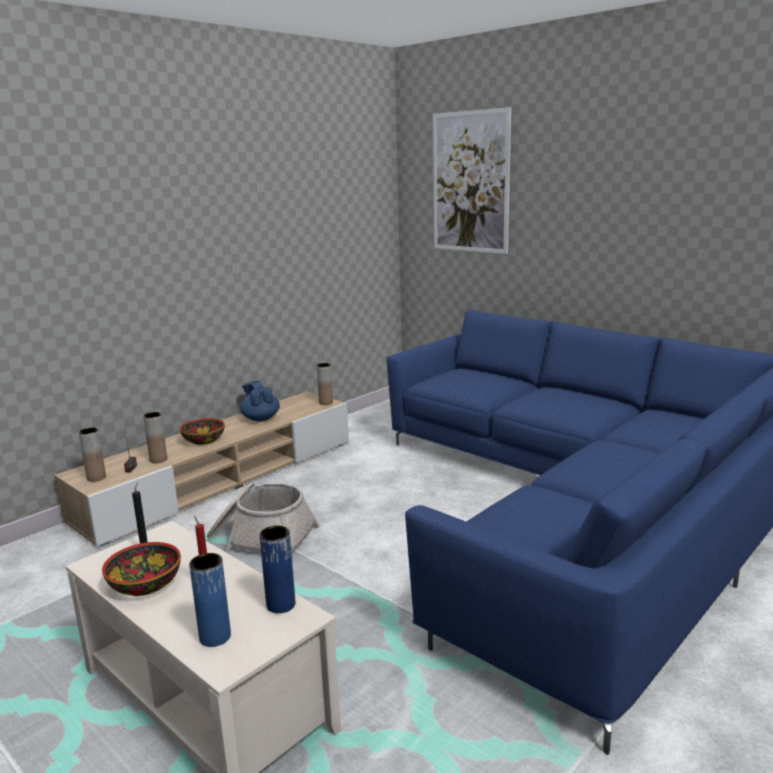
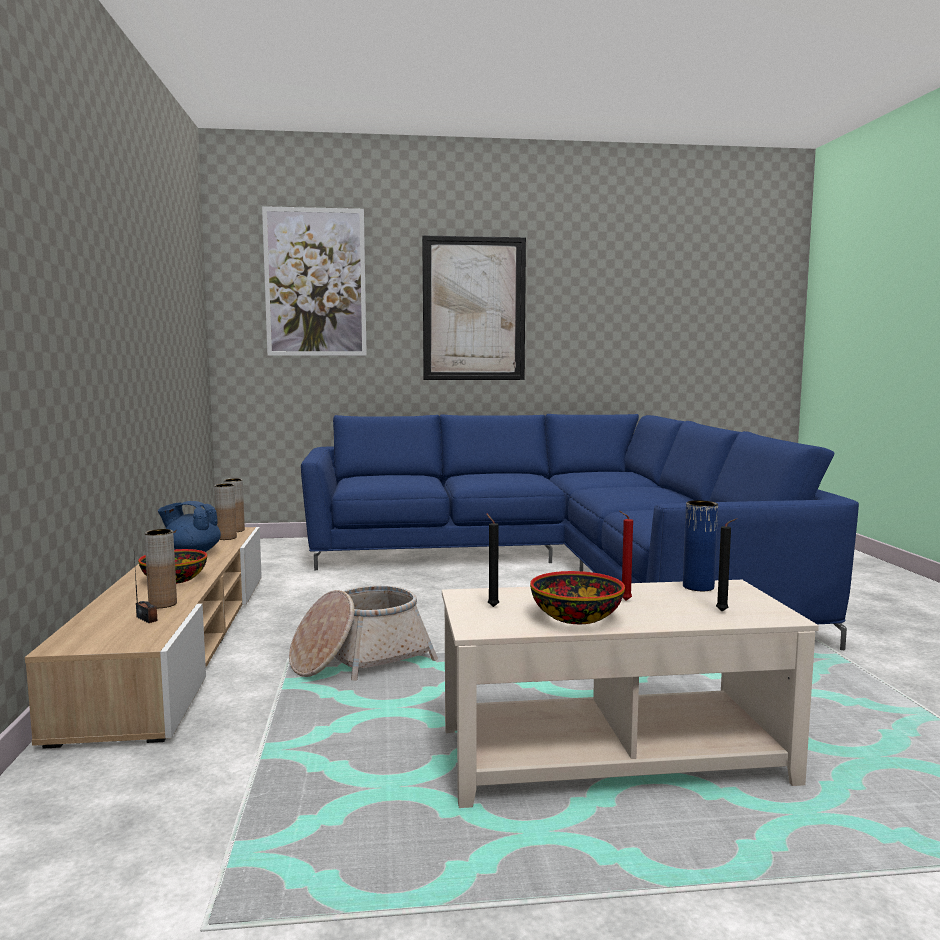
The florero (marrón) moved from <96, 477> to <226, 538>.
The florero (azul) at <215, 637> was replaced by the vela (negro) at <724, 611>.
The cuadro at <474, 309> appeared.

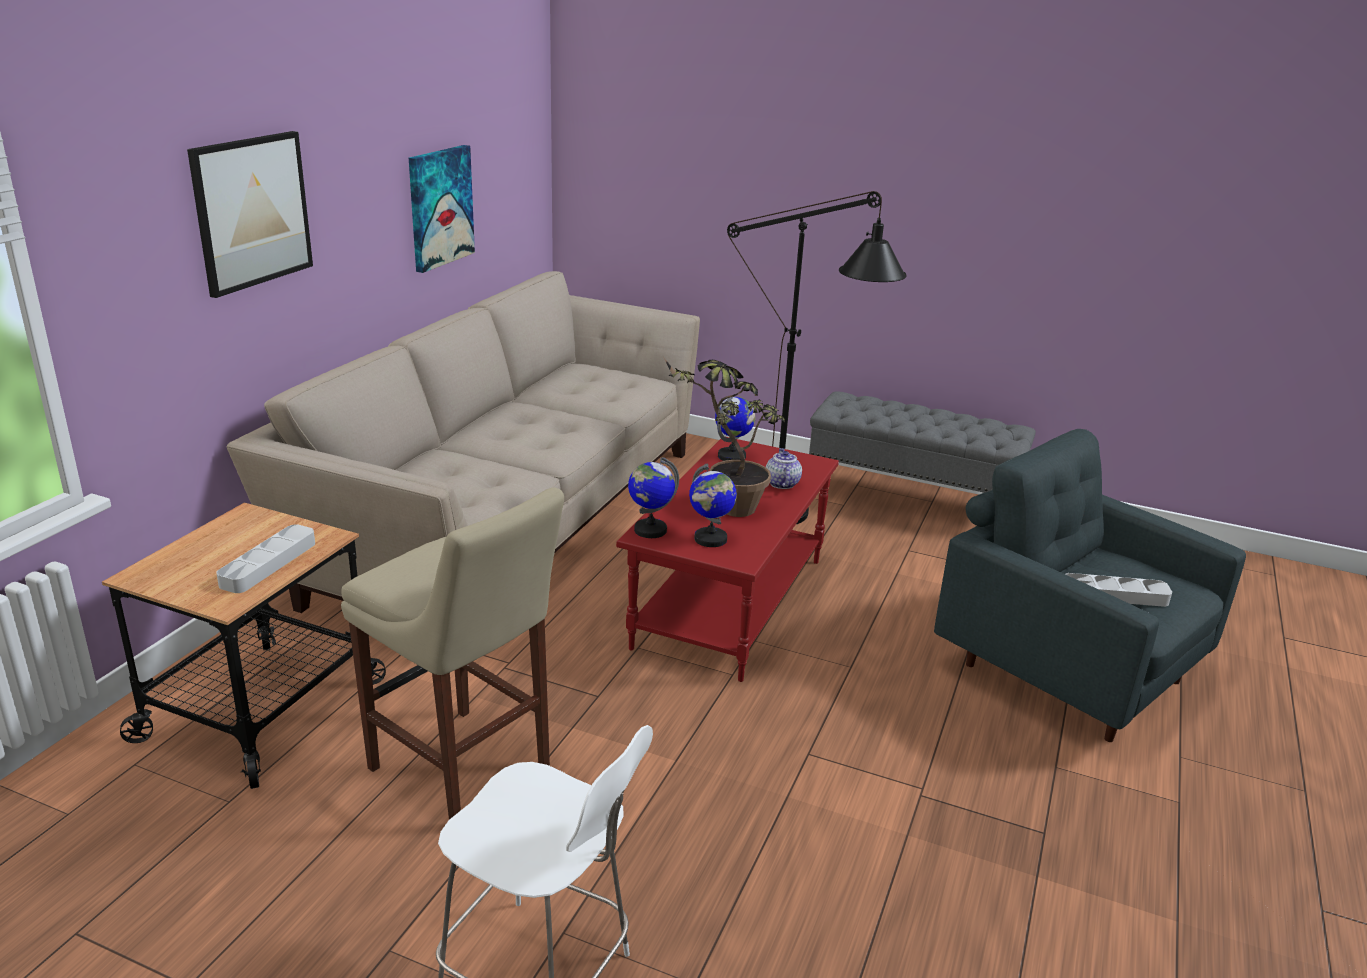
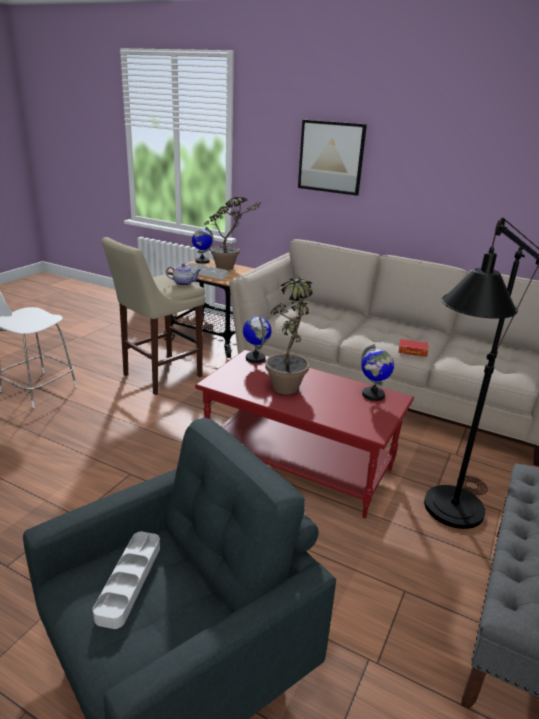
The cuadro at <440, 207> disappeared.
The globo terráqueo moved from <710, 539> to <202, 261>.
The tetera moved from <781, 483> to <184, 283>.
The planta en maceta at <230, 268> appeared.
The libro at <412, 351> appeared.

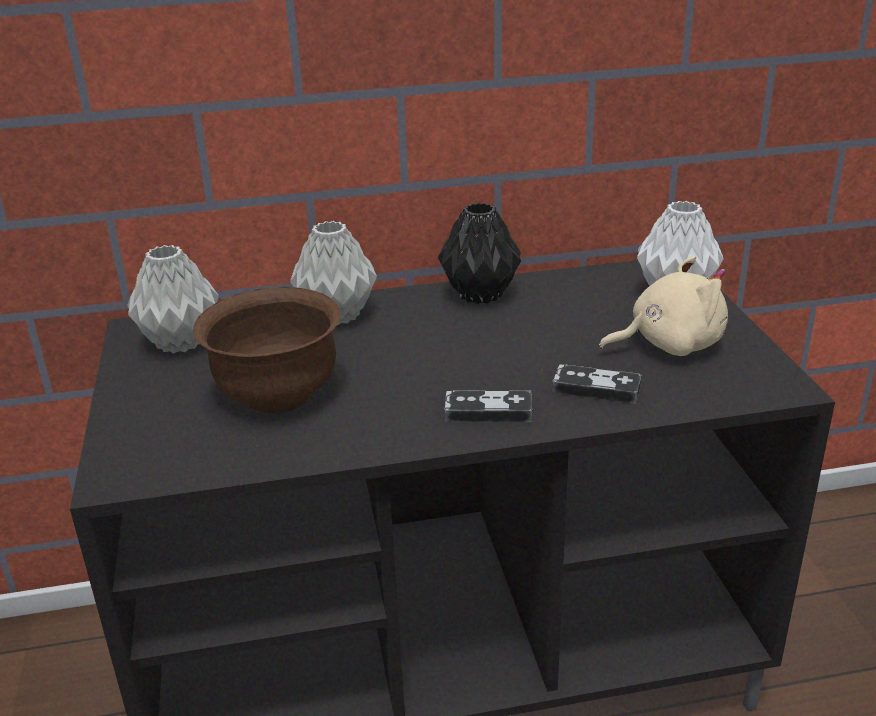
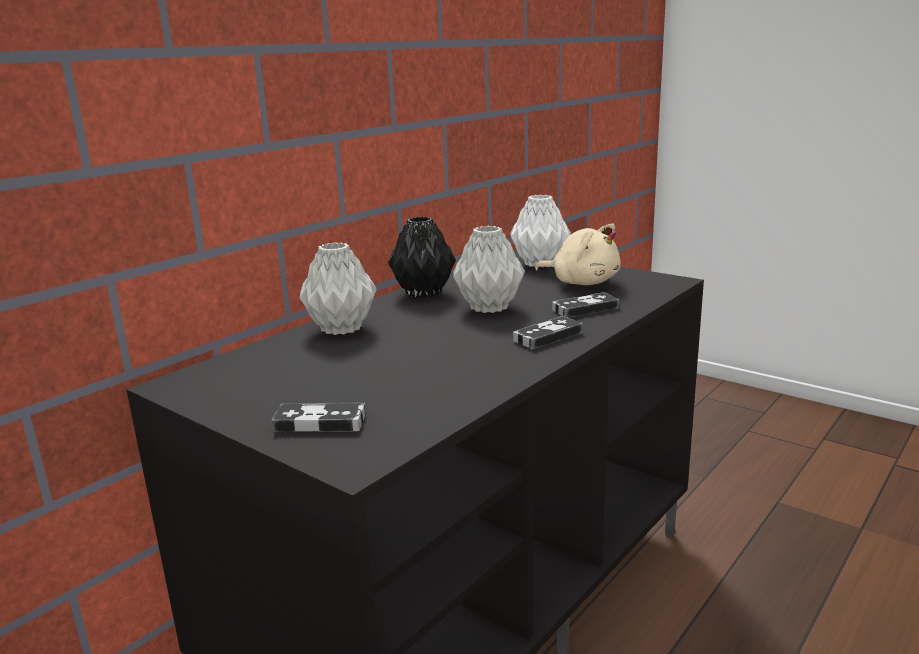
The florero (gris) moved from <179, 342> to <488, 307>.
The cuenco (marrón) at <277, 395> disappeared.
The peluche (beis) at <669, 344> turned 90 degrees clockwise.
The mando de consola at <320, 423> appeared.

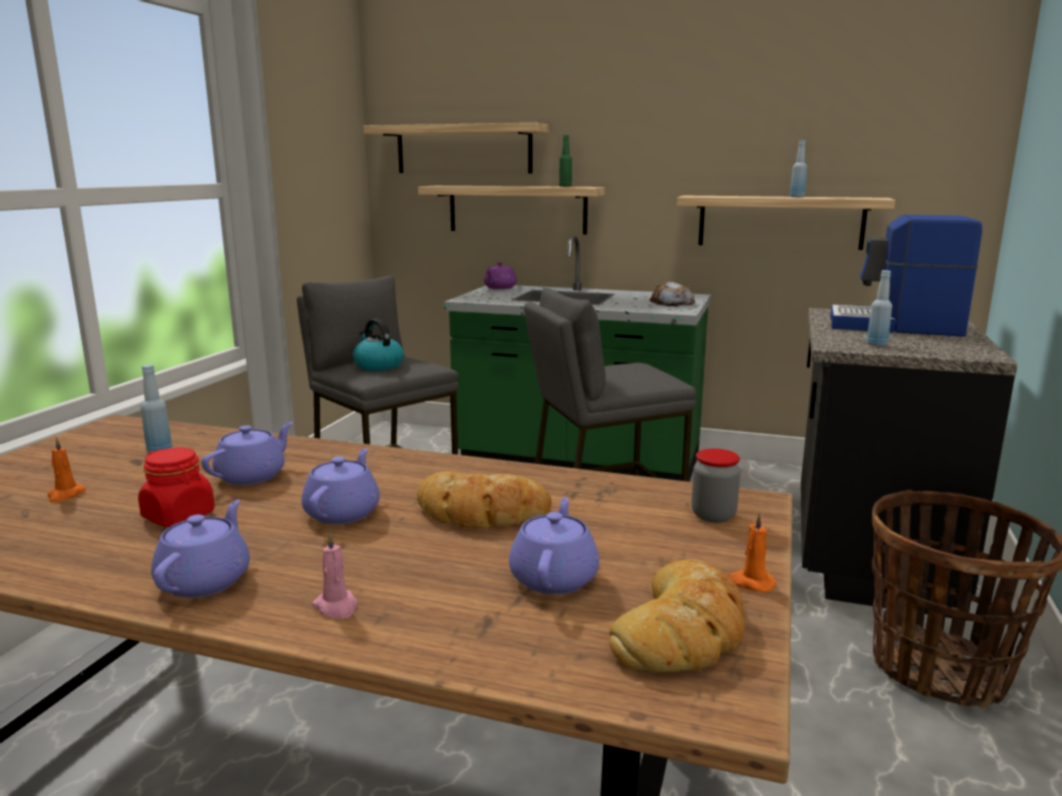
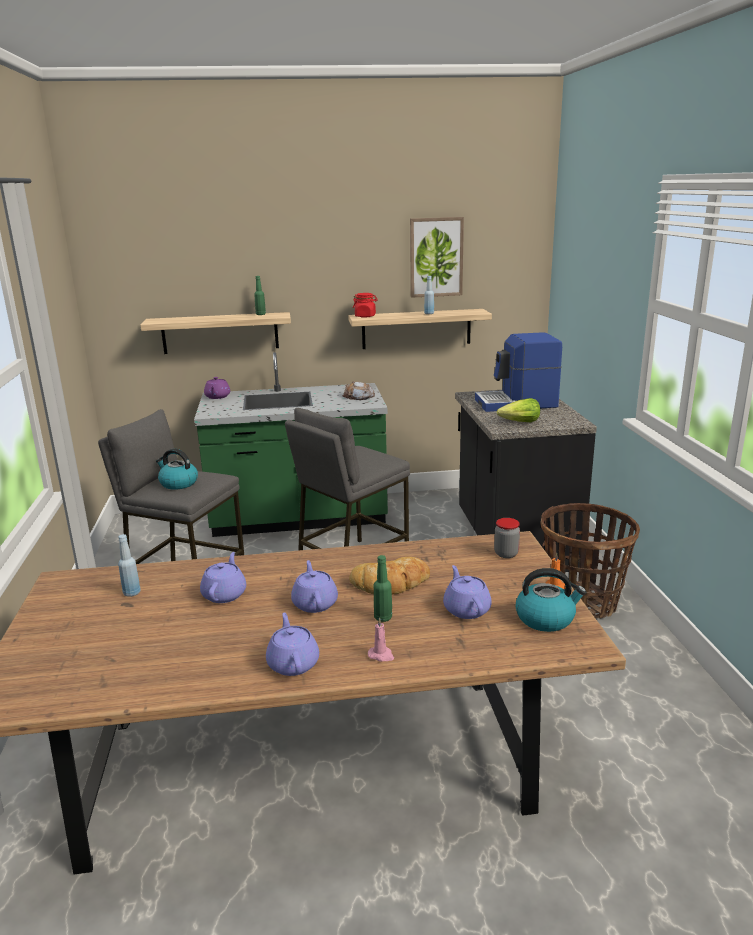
The vela (naranja) at <65, 495> disappeared.
The tarro (rojo) moved from <179, 516> to <365, 316>.
The estante at <463, 149> disappeared.
The pan at <684, 630> was replaced by the hervidor at <546, 618>.
The botella (azul) at <876, 344> was replaced by the lechuga at <520, 422>.
The botella (verde) at <383, 617> appeared.
The cuadro at <436, 257> appeared.

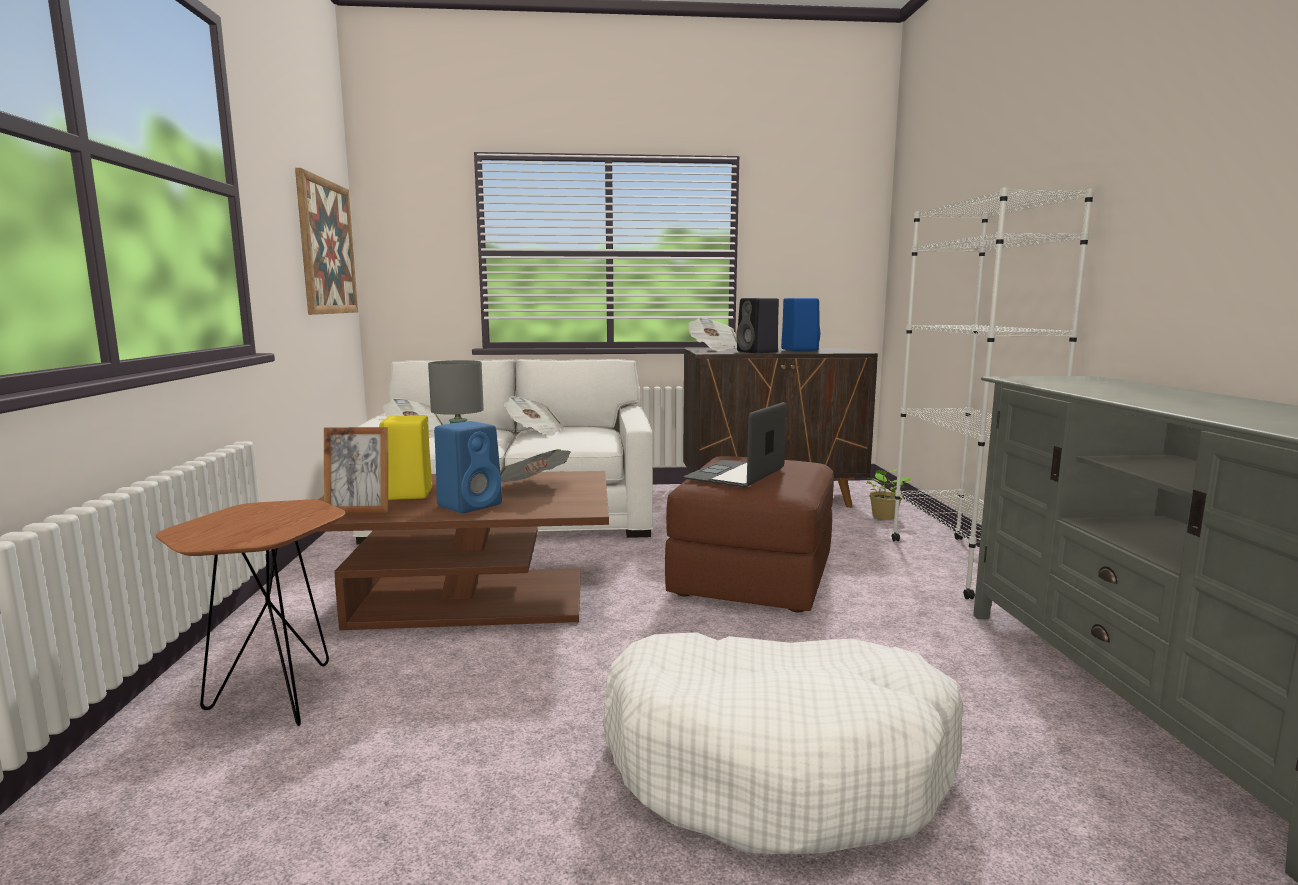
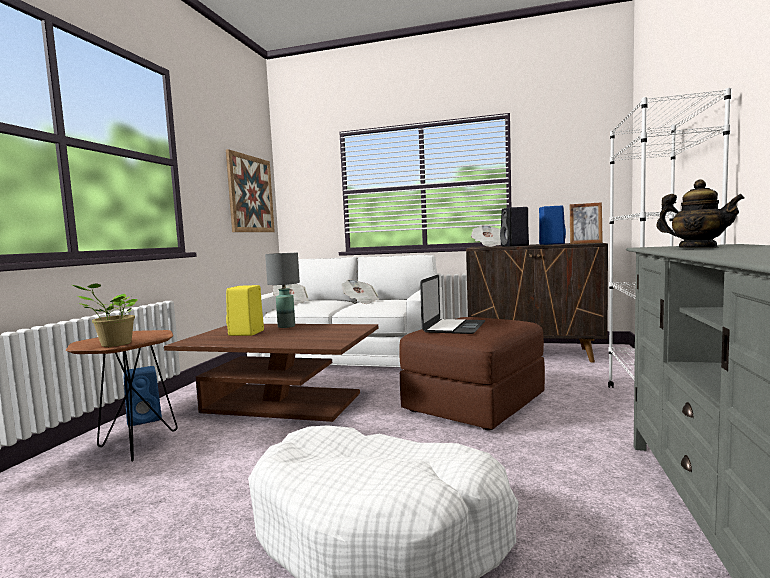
The portarretratos moved from <359, 510> to <585, 243>.
The altavoz (azul) moved from <471, 504> to <146, 419>.
The periódico at <532, 488> disappeared.
The portátil at <735, 474> turned 150 degrees clockwise.
The planta en maceta moved from <883, 517> to <113, 344>.
The tetera at <697, 248> appeared.

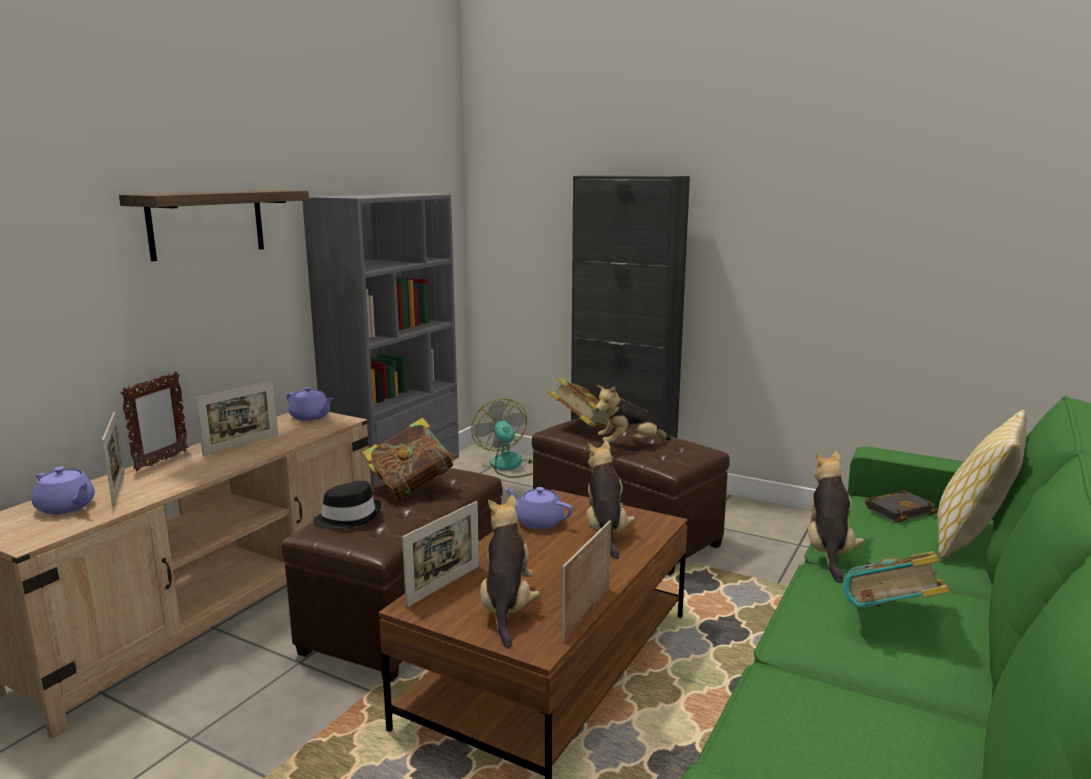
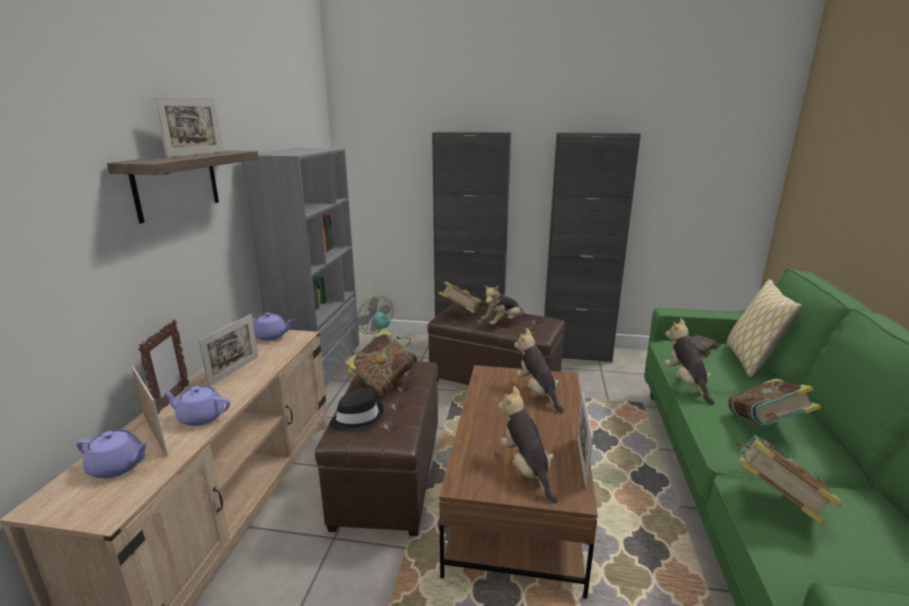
The portarretratos moved from <444, 585> to <196, 154>.
The tetera (morado) moved from <538, 522> to <200, 417>.
The armario (negro) at <575, 353> appeared.
The libro at <774, 502> appeared.

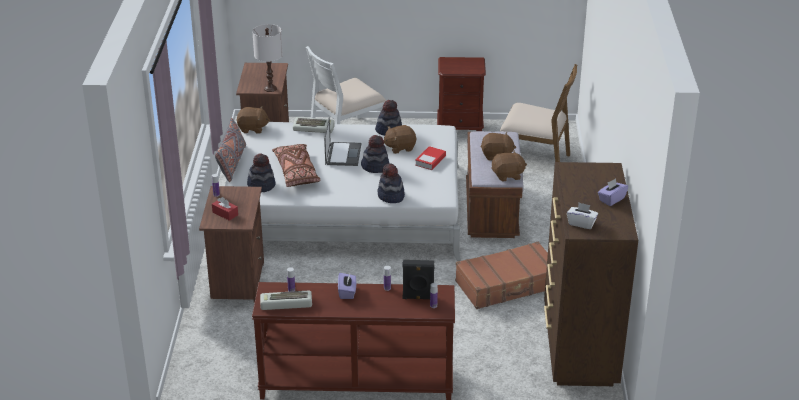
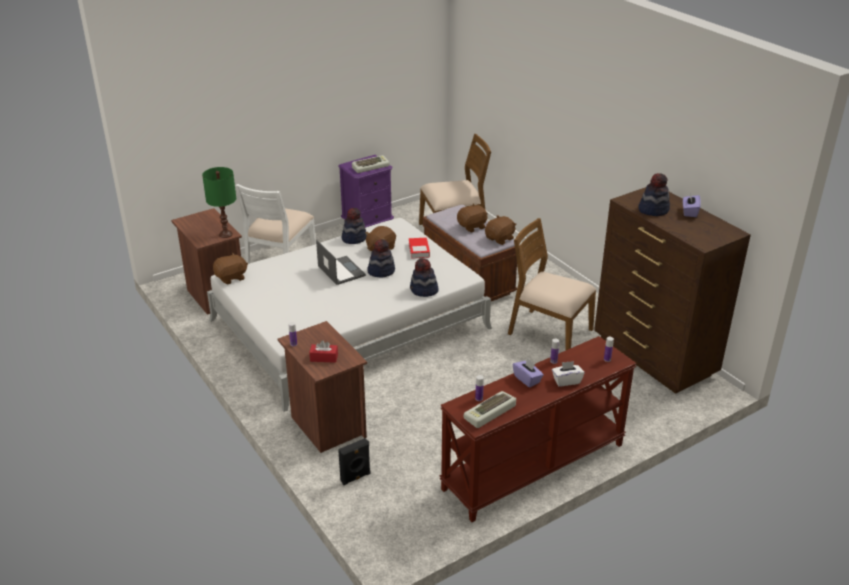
The cojín (gris) at <232, 164> disappeared.
The sombrero moved from <261, 185> to <653, 210>.
The lámpara de mesa (blanco) at <270, 88> became the lámpara de mesa (verde) at <225, 234>.
The cojín (marrón) at <296, 172> disappeared.
The teclado moved from <314, 128> to <370, 166>.
The altavoz (negro) moved from <418, 298> to <356, 478>.
The mesita de noche (marrón) at <460, 129> became the mesita de noche (morado) at <368, 226>.
The maleta (marrón) at <508, 285> was replaced by the silla (marrón) at <549, 332>.
The caja de pañuelos (blanco) moved from <581, 223> to <566, 381>.

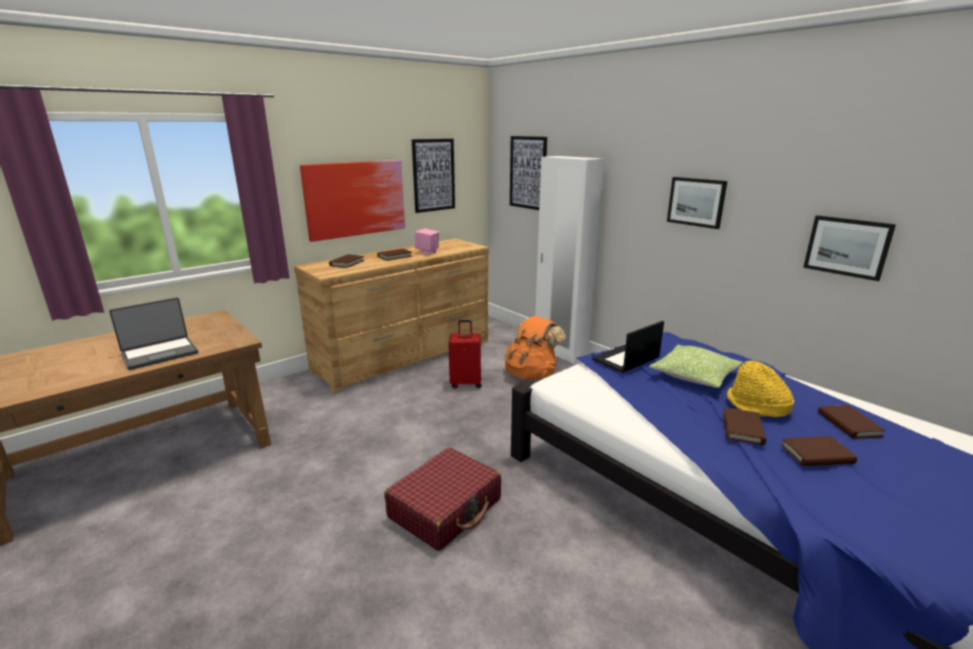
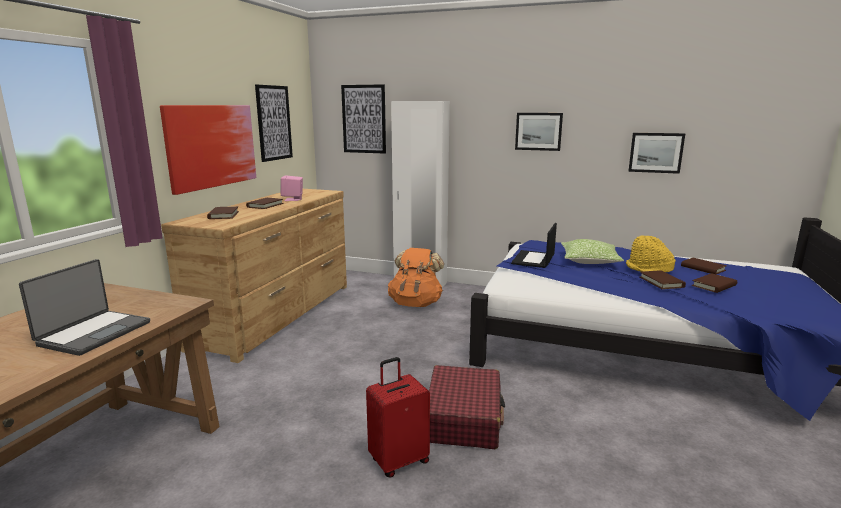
The maleta (rojo) moved from <466, 383> to <398, 460>.

